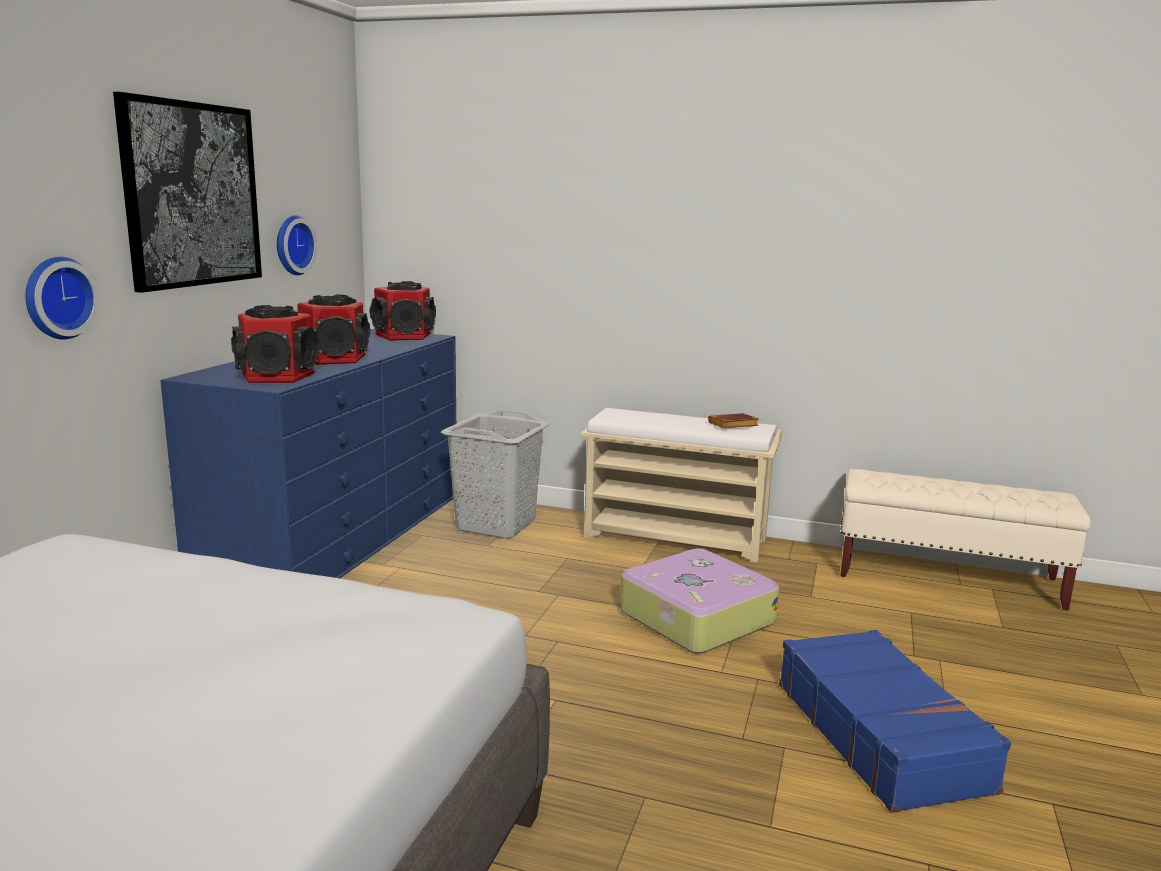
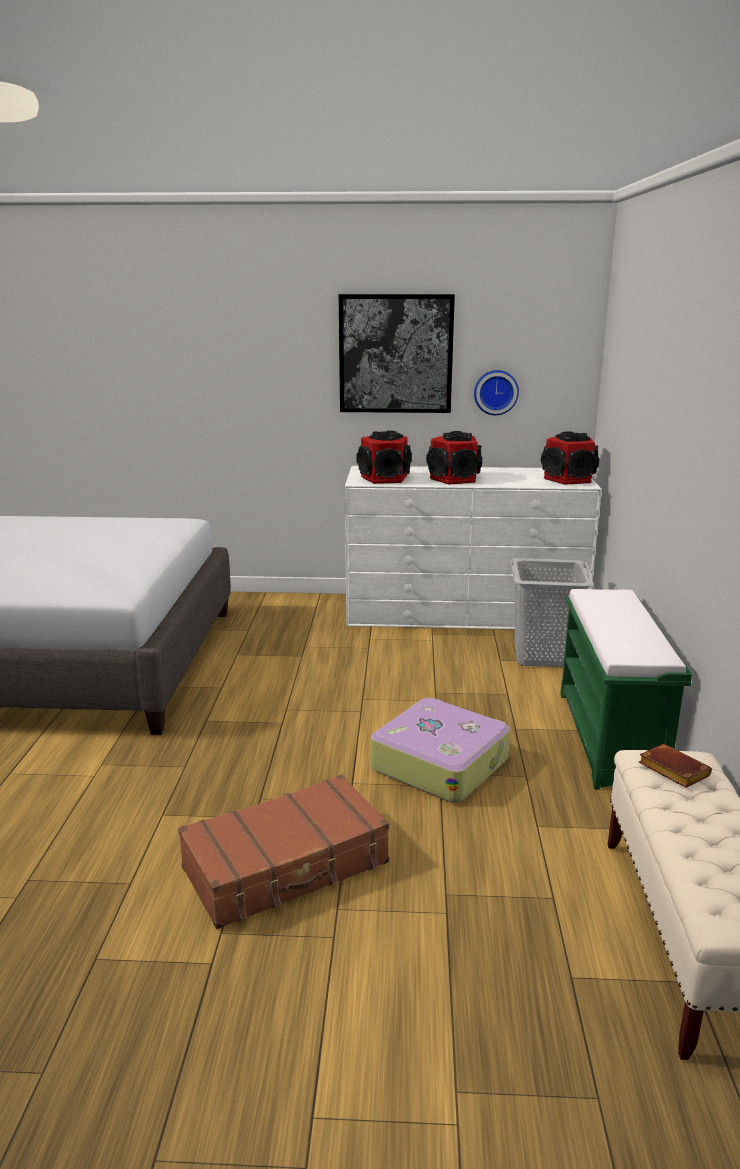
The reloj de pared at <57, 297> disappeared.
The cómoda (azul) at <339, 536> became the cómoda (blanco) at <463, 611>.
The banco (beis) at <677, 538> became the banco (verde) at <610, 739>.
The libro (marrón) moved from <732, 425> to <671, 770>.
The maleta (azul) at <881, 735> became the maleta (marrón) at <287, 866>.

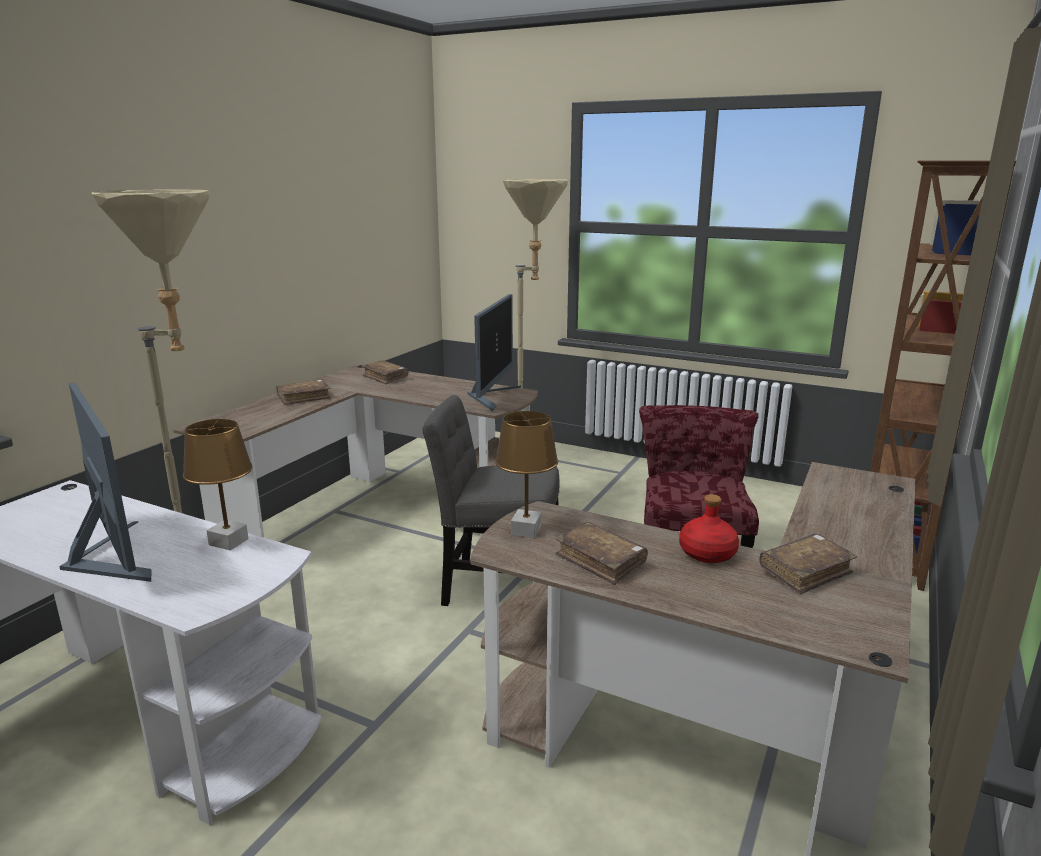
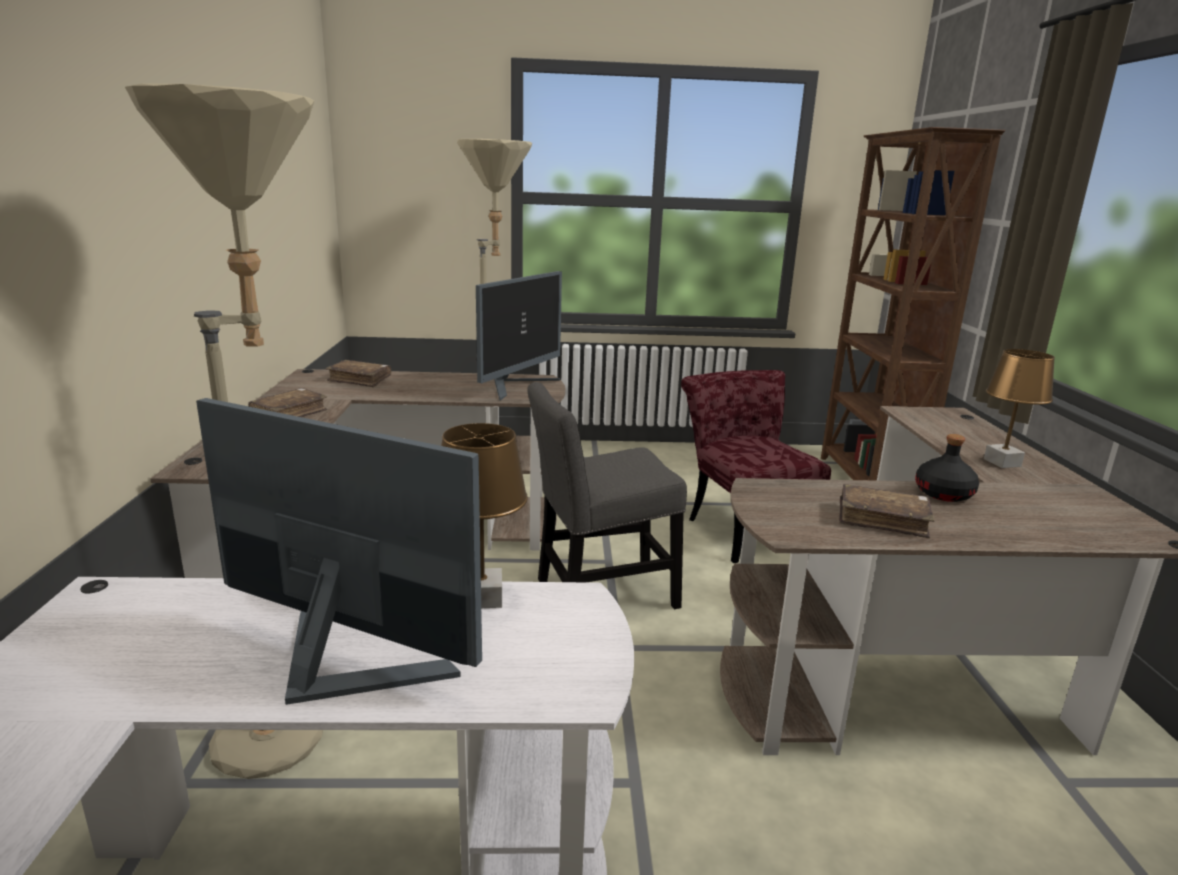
The monitor at <491, 396> turned 45 degrees clockwise.
The lámpara de mesa (marrón) moved from <526, 530> to <1001, 462>.
The botella (rojo) at <708, 553> became the botella (negro) at <944, 494>.
The libro (marrón) at <805, 572> disappeared.

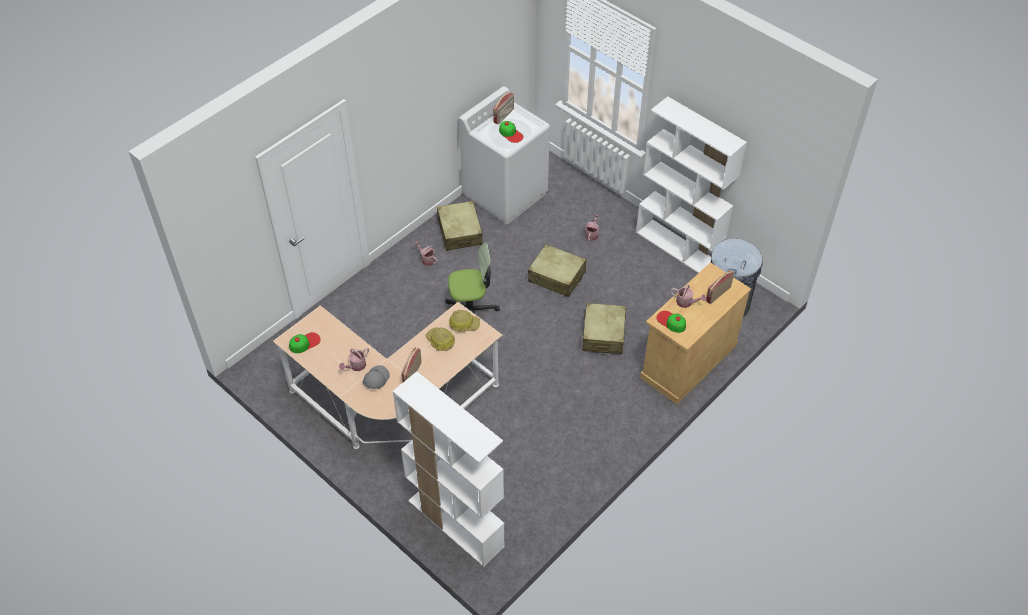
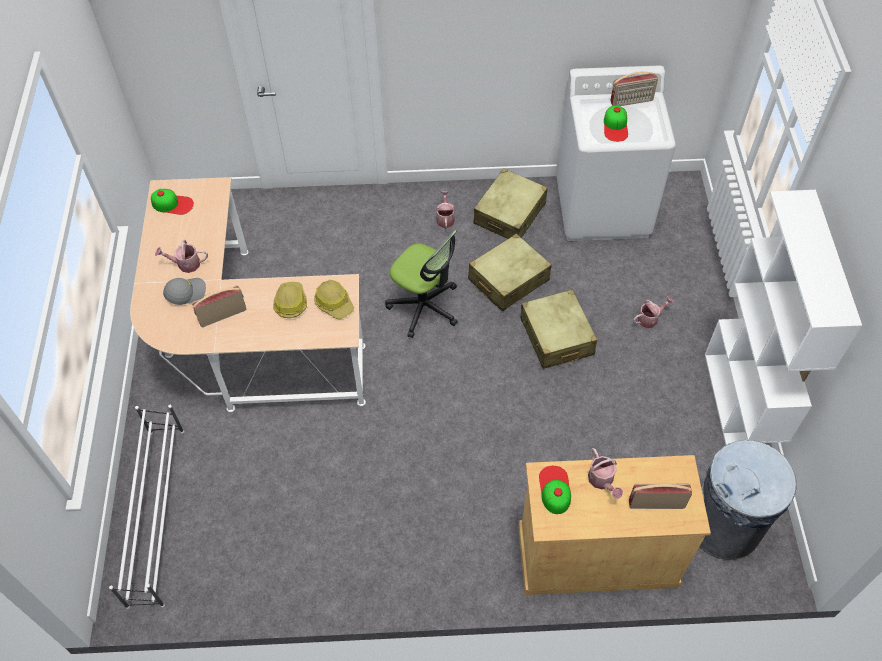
The estantería (blanco) at <454, 523> was replaced by the zapatero (blanco) at <157, 514>.
The maleta (beis) moved from <603, 335> to <508, 280>.

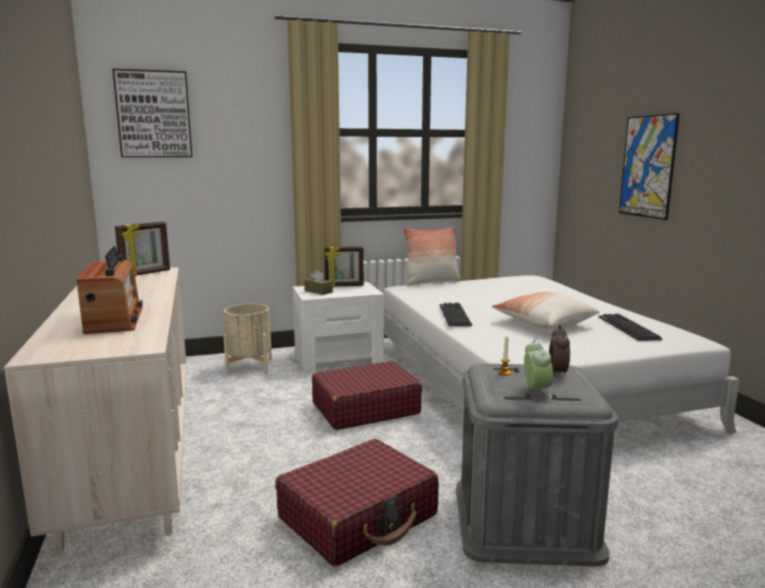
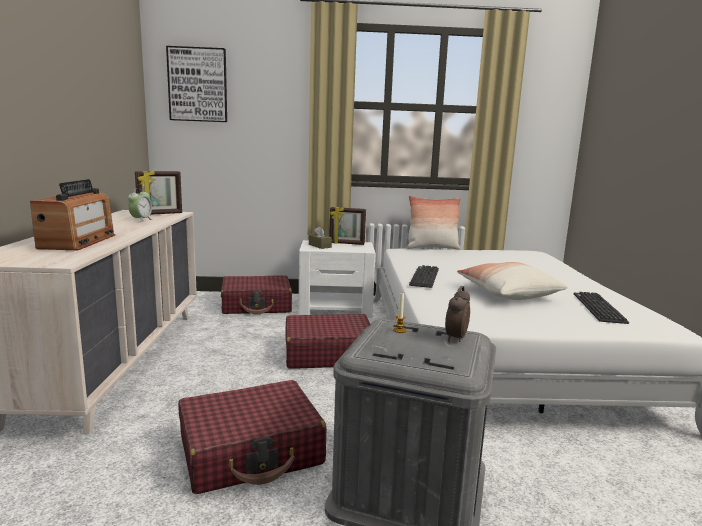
The maceta (beis) at <249, 366> was replaced by the maleta (rojo) at <257, 305>.
The despertador moved from <536, 391> to <141, 220>.
The cuadro at <647, 166> disappeared.

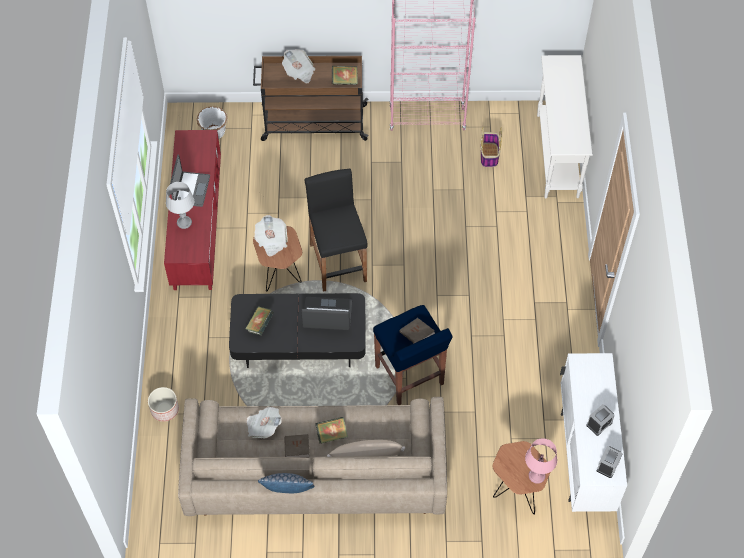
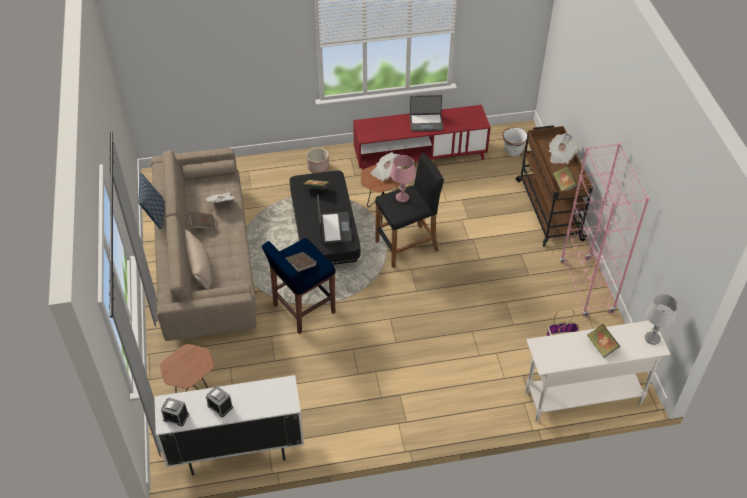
The maceta moved from <165, 409> to <318, 167>.
The lámpara de mesa (gris) moved from <184, 222> to <652, 338>.
The libro moved from <331, 434> to <601, 346>.
The lámpara de mesa (rosa) moved from <537, 475> to <402, 198>.

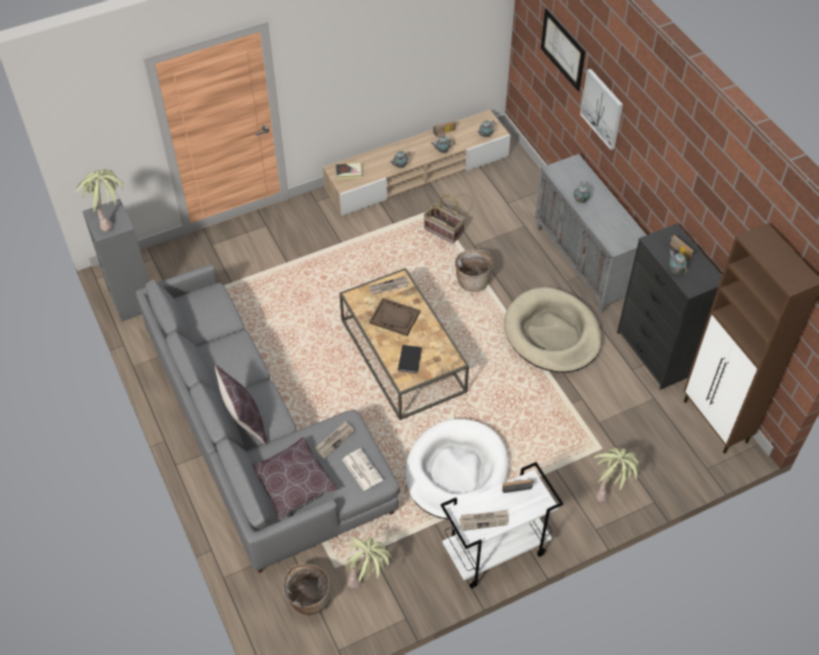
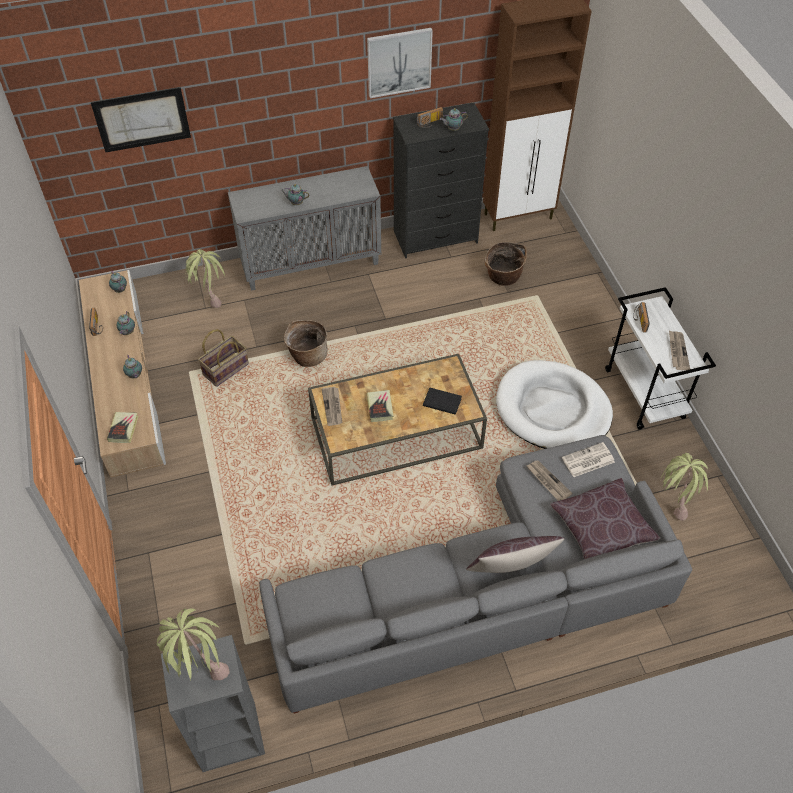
The cesta moved from <308, 599> to <503, 278>.
The bandeja (marrón) at <394, 318> was replaced by the libro at <380, 407>.
The cama para perro (beis) at <552, 334> disappeared.
The cuadro moved from <602, 109> to <399, 62>.
The planta en maceta moved from <611, 489> to <210, 297>.

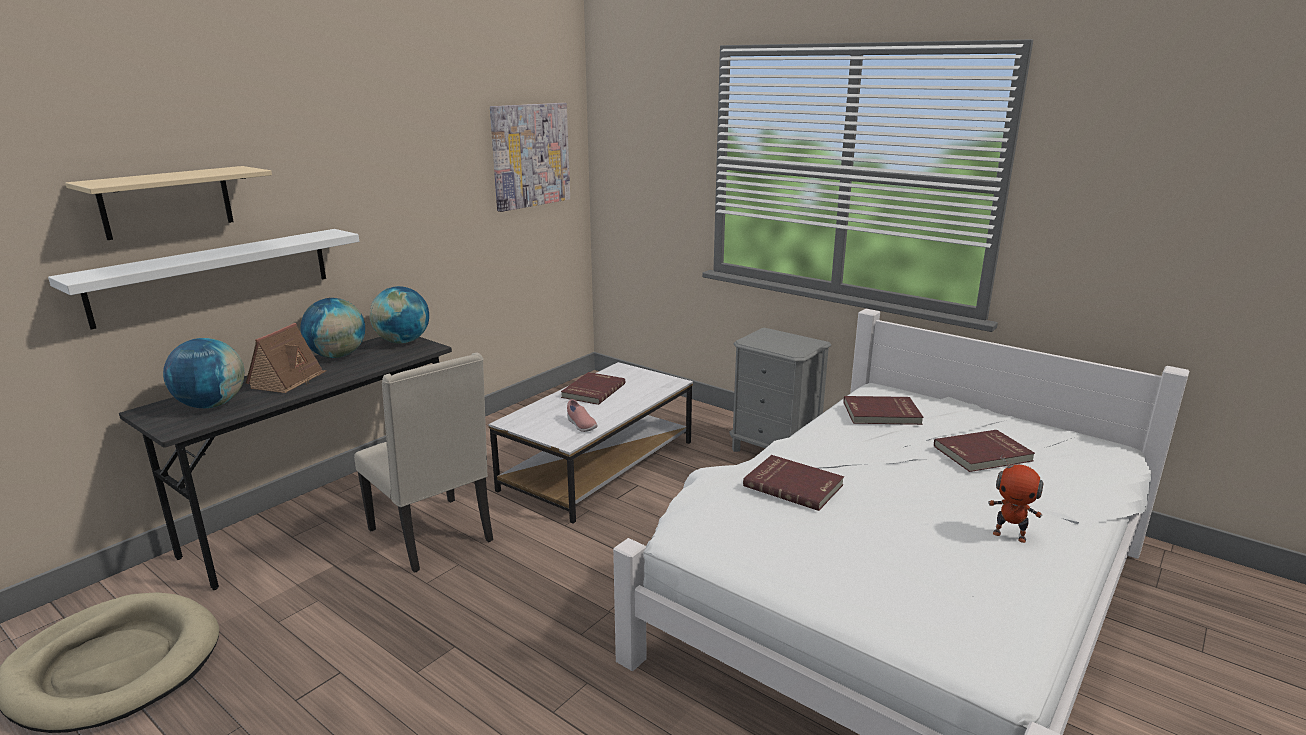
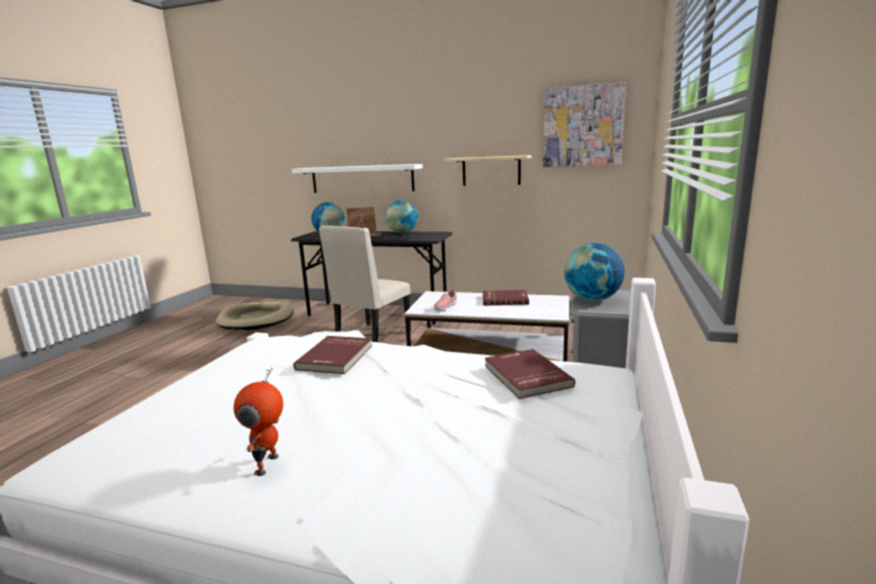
The estante (beis) moved from <167, 202> to <491, 171>.
The globo terráqueo moved from <403, 342> to <592, 299>.
The libro (rojo) at <983, 454> disappeared.

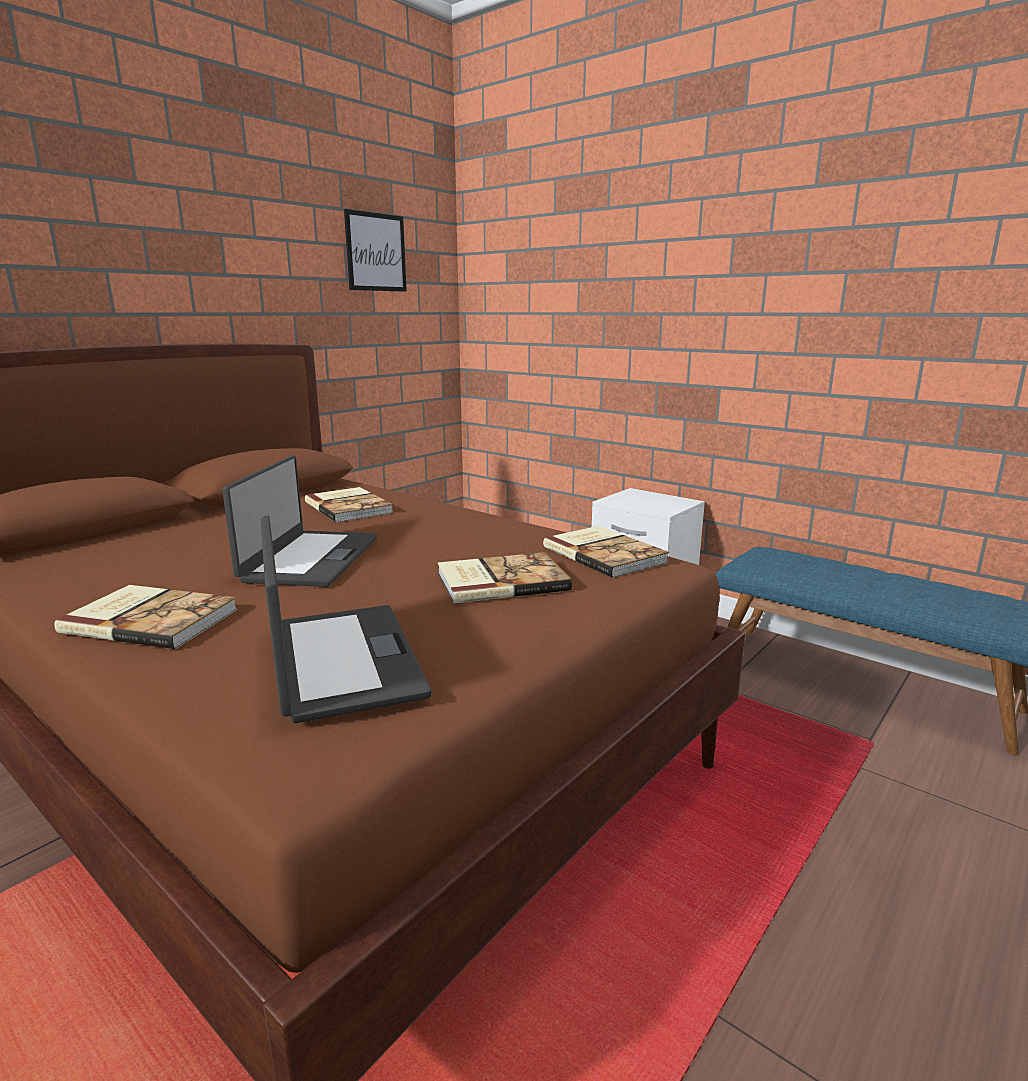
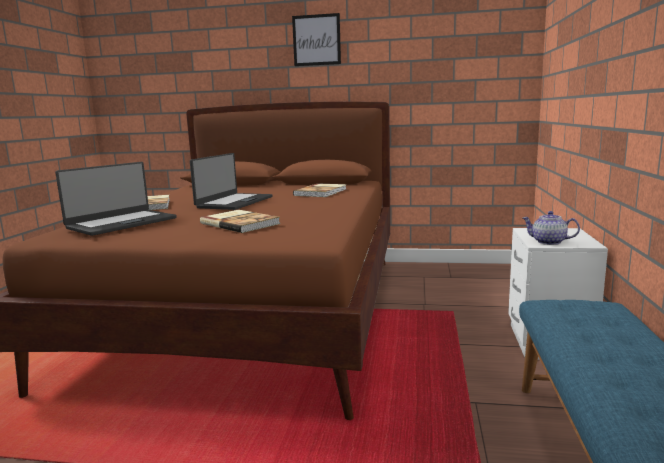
The portátil at <310, 558> turned 45 degrees counterclockwise.
The cuadro moved from <376, 252> to <316, 40>.
The libro at <605, 554> disappeared.
The tetera at <548, 242> appeared.

